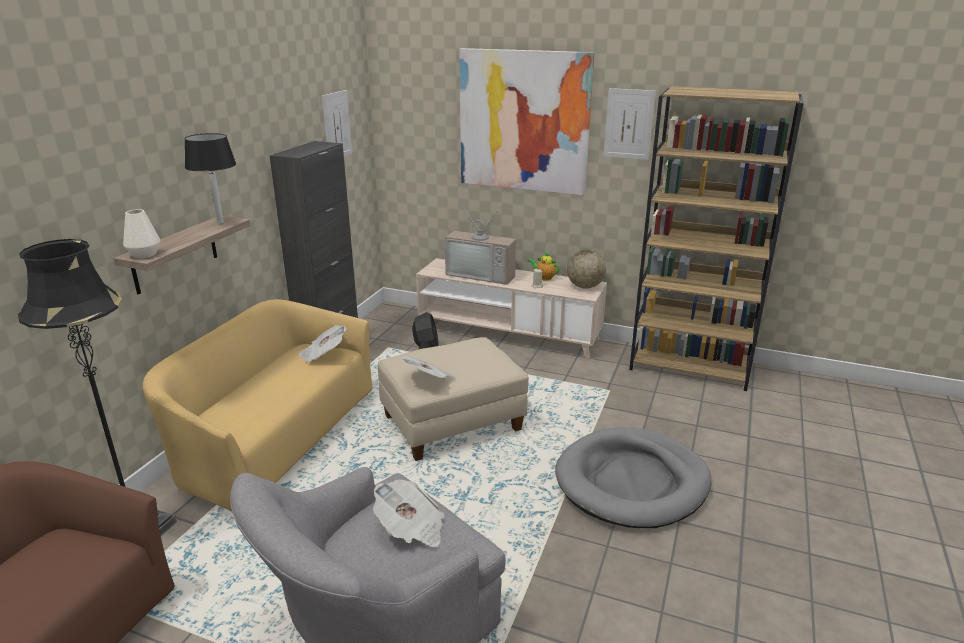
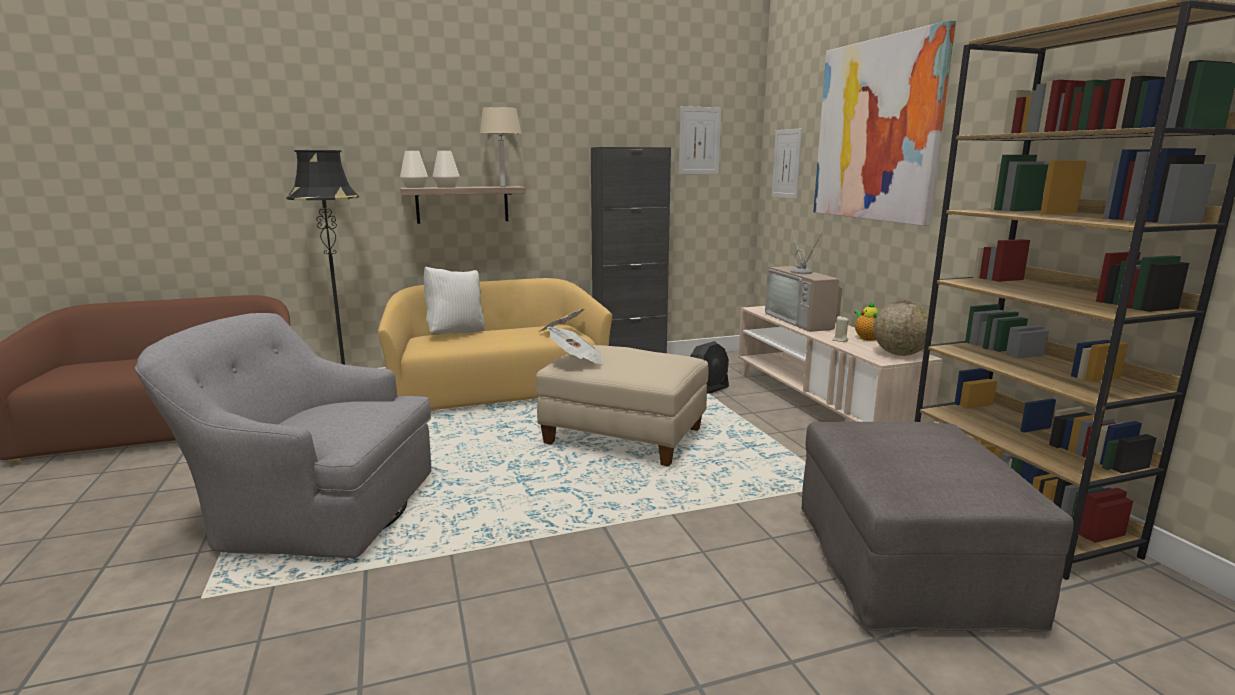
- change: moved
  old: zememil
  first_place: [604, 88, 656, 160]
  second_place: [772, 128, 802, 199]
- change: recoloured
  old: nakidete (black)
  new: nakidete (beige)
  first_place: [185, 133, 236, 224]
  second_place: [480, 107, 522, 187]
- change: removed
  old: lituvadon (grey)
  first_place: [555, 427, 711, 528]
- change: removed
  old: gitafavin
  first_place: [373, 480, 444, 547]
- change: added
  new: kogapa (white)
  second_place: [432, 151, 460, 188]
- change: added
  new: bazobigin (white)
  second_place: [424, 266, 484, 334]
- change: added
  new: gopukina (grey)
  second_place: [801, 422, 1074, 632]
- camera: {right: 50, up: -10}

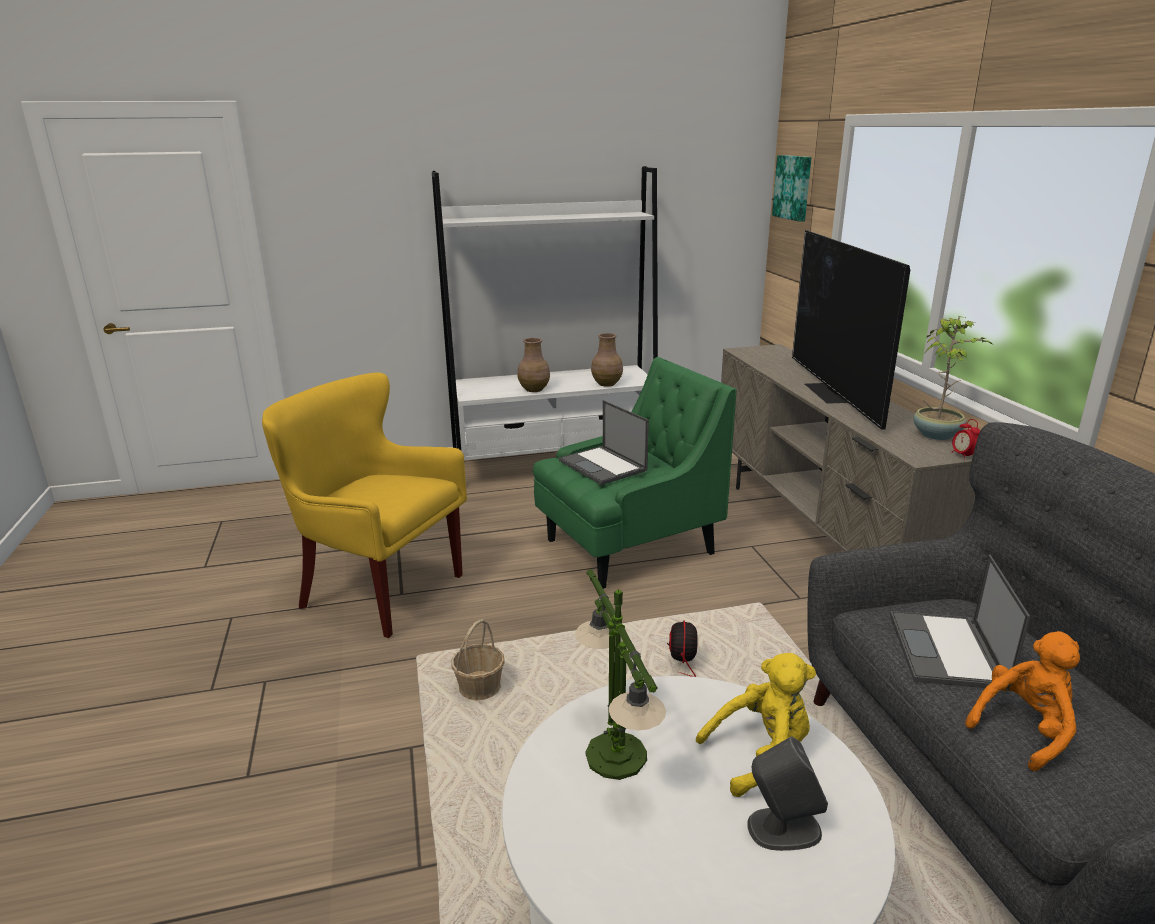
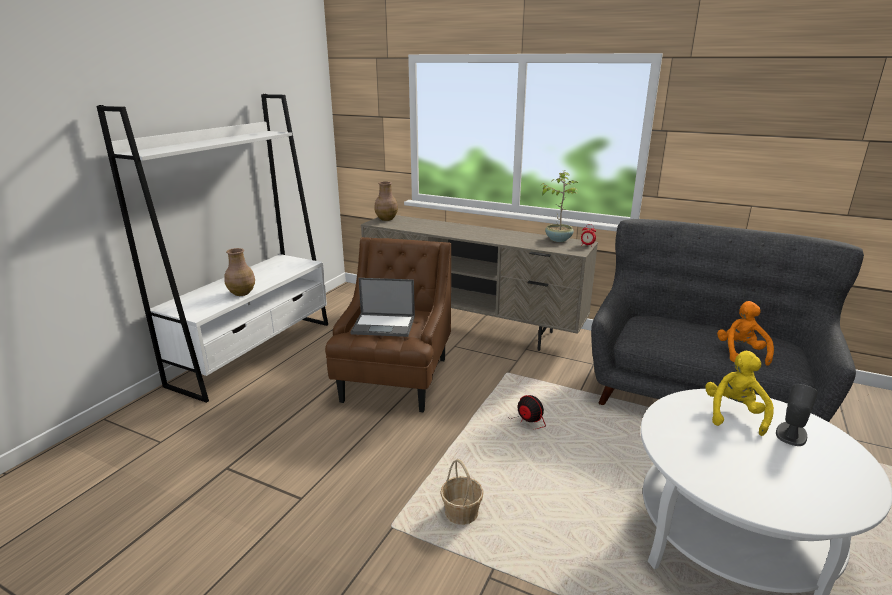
- change: removed
  old: zememil
  first_place: [772, 155, 811, 222]
- change: removed
  old: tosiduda
  first_place: [792, 230, 910, 430]
- change: moved
  old: kogapa (brown)
  first_place: [591, 333, 623, 387]
  second_place: [374, 181, 398, 221]
- change: recoloured
  old: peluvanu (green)
  new: peluvanu (brown)
  first_place: [533, 357, 737, 589]
  second_place: [325, 237, 451, 412]
- change: removed
  old: peluvanu (yellow)
  first_place: [262, 373, 467, 638]
- change: removed
  old: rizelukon
  first_place: [890, 554, 1030, 688]
- change: removed
  old: nakidete
  first_place: [575, 569, 666, 780]
- camera: {right: -50, up: 0}

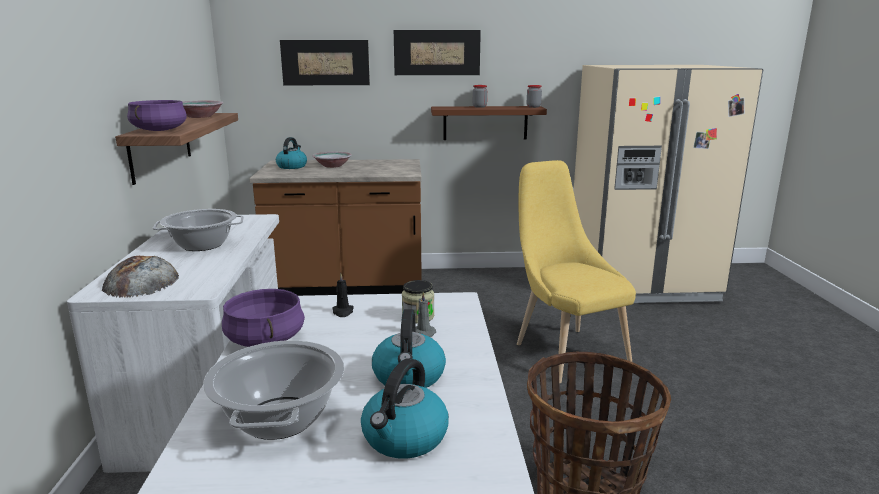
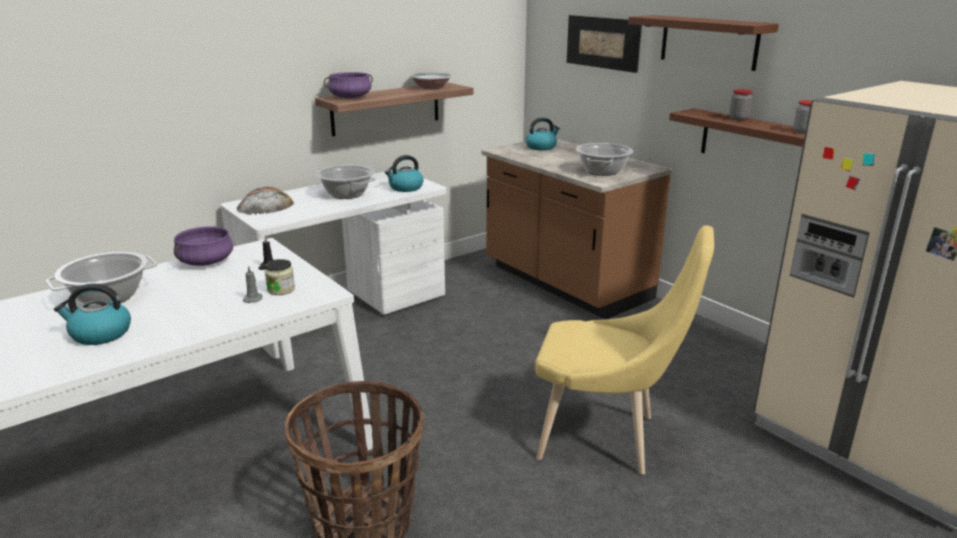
- change: replaced
  old: zememil
  new: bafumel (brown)
  first_place: [394, 30, 481, 75]
  second_place: [628, 15, 779, 71]
- change: removed
  old: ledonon
  first_place: [312, 152, 352, 168]
- change: turned
  old: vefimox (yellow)
  first_place: [517, 160, 636, 383]
  second_place: [535, 225, 714, 475]
  degrees: 75
- change: moved
  old: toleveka
  first_place: [372, 309, 446, 388]
  second_place: [385, 155, 424, 192]
- change: added
  new: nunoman
  second_place: [575, 143, 633, 176]
- camera: {right: 55, up: 5}

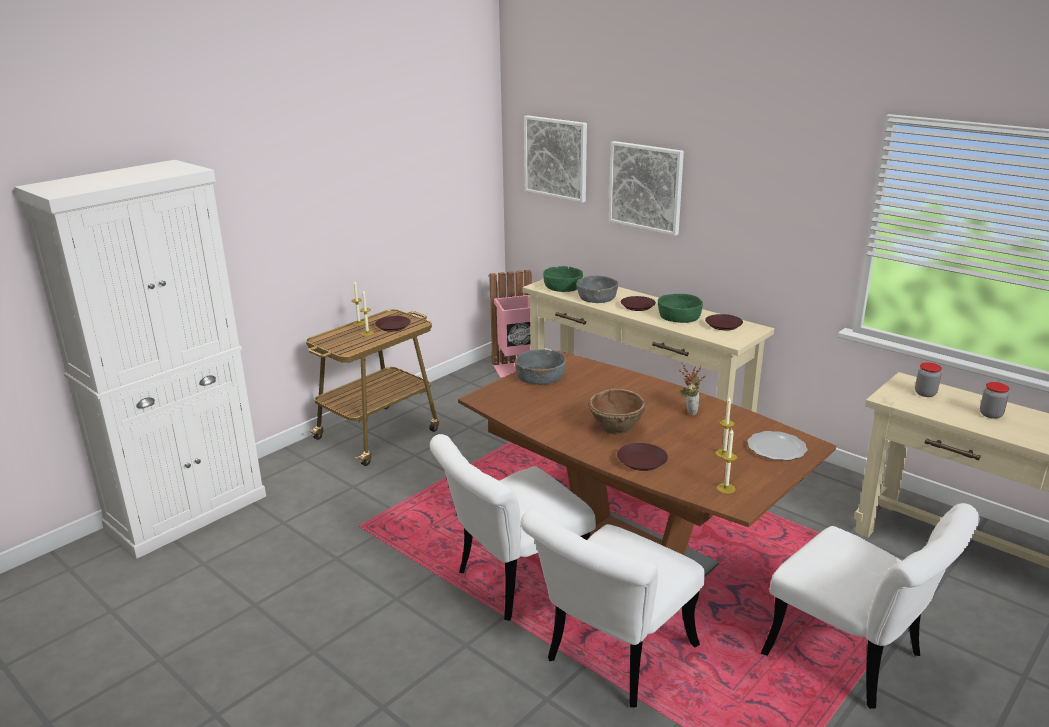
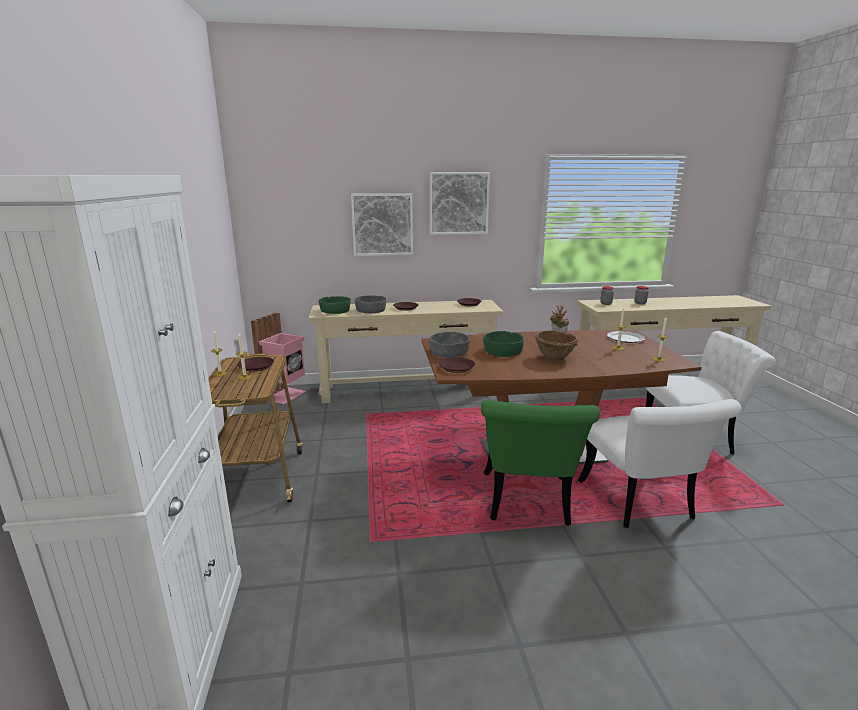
- change: moved
  old: zememil
  first_place: [524, 115, 587, 203]
  second_place: [430, 172, 490, 235]
- change: moved
  old: ledonon (green)
  first_place: [658, 294, 703, 323]
  second_place: [483, 331, 524, 357]
- change: recoloured
  old: vefimox (white)
  new: vefimox (green)
  first_place: [430, 434, 596, 621]
  second_place: [481, 400, 600, 526]
- change: moved
  old: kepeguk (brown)
  first_place: [617, 443, 668, 471]
  second_place: [439, 357, 475, 373]
- camera: {right: -50, up: -5}

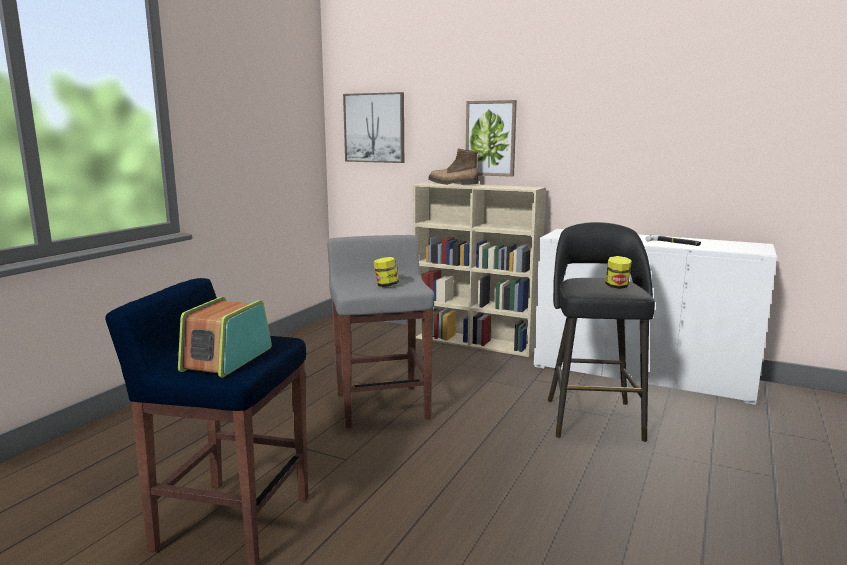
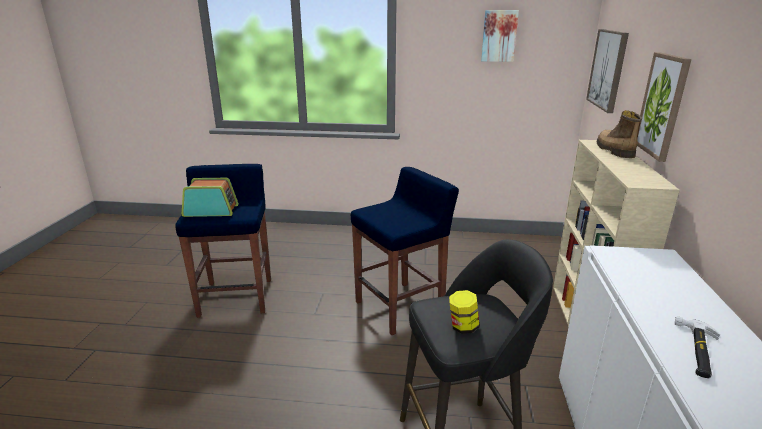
- change: recoloured
  old: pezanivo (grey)
  new: pezanivo (blue)
  first_place: [327, 235, 434, 428]
  second_place: [351, 167, 459, 335]
- change: removed
  old: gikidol
  first_place: [373, 257, 399, 287]
- change: added
  new: zememil
  second_place: [481, 10, 519, 62]
- camera: {right: 70, up: 10}

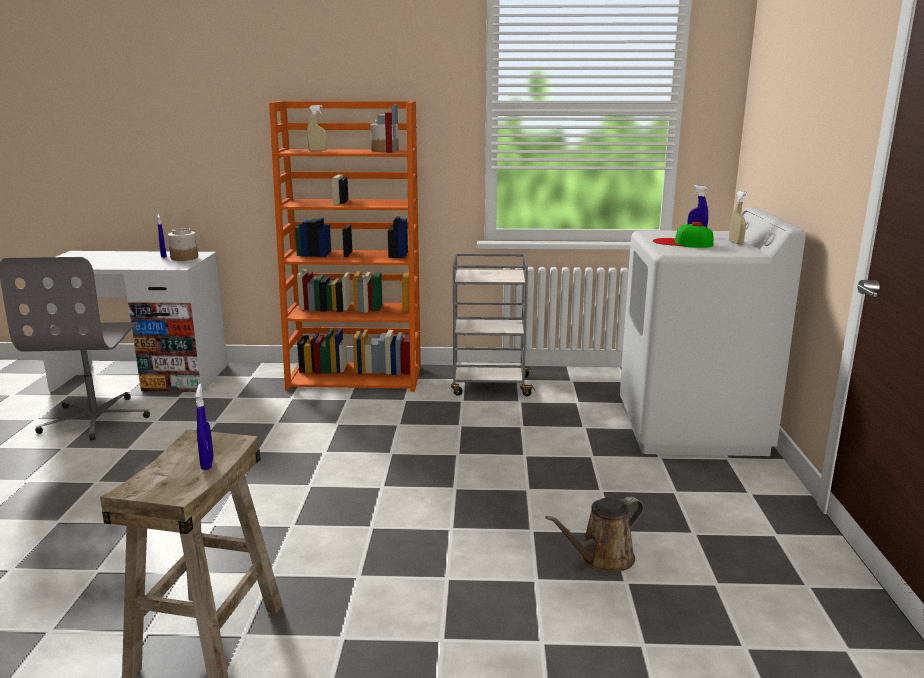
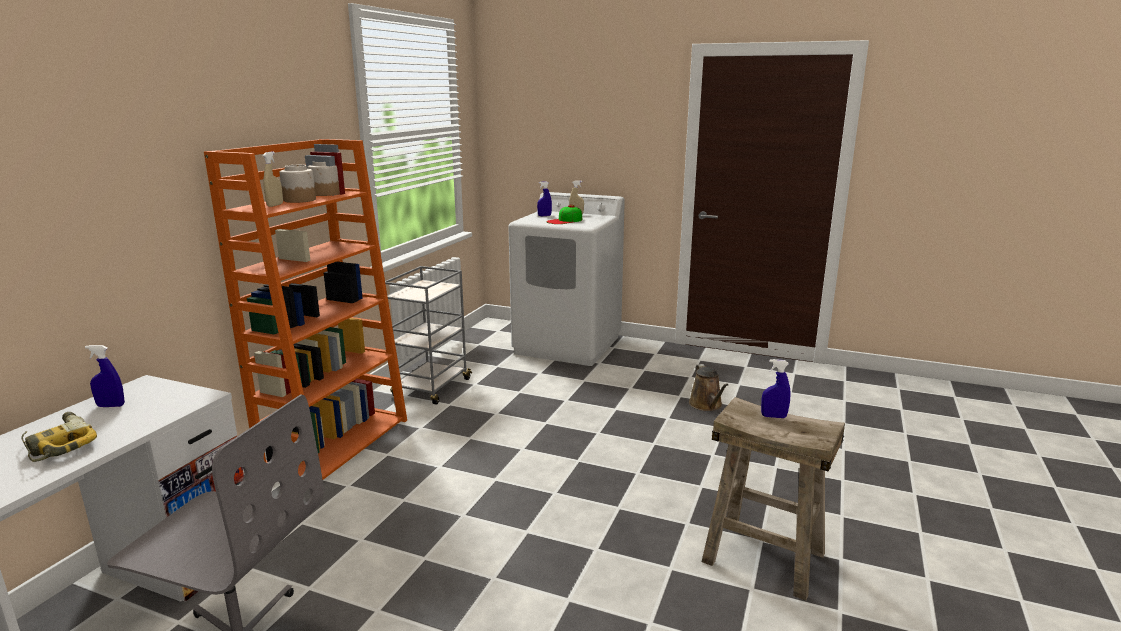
- change: moved
  old: gikidol
  first_place: [168, 228, 198, 261]
  second_place: [279, 165, 316, 203]
- change: added
  new: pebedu
  second_place: [21, 412, 97, 462]
- camera: {right: -70, up: 0}

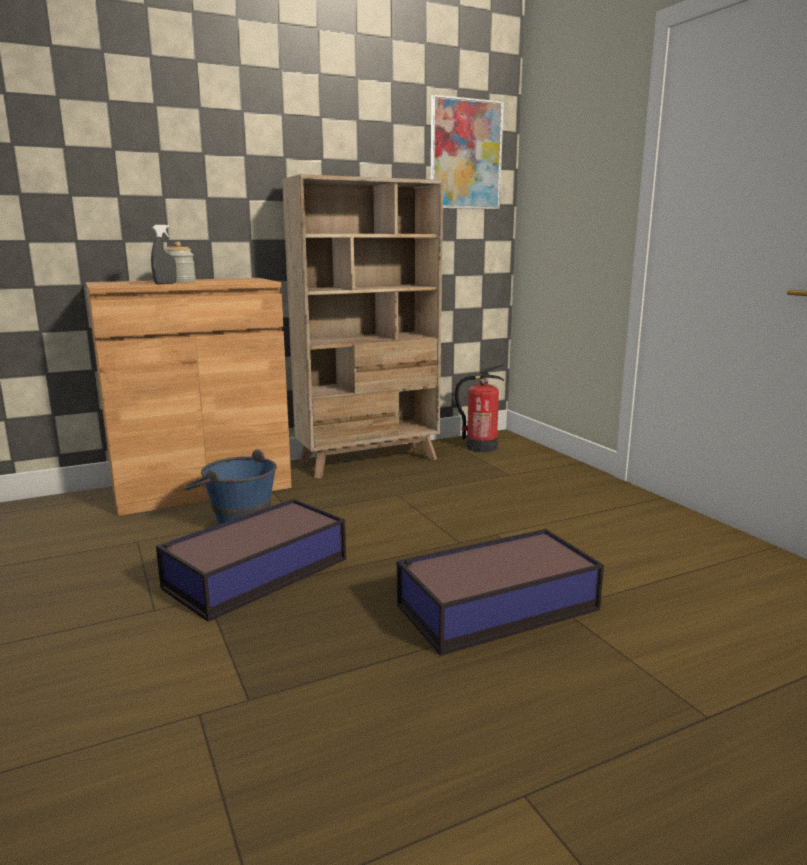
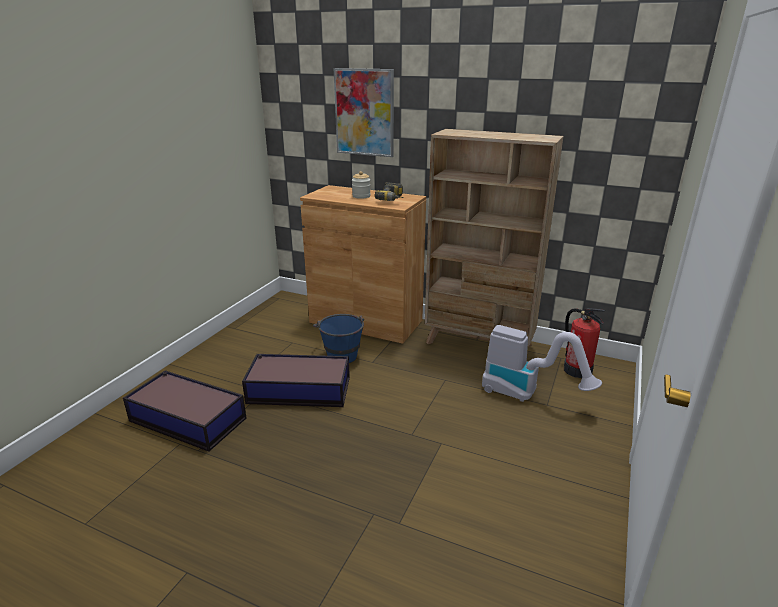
- change: moved
  old: zememil
  first_place: [431, 95, 504, 209]
  second_place: [334, 68, 394, 157]
- change: removed
  old: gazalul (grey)
  first_place: [151, 225, 176, 284]
- change: moved
  old: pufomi
  first_place: [397, 529, 604, 656]
  second_place: [123, 370, 246, 452]
- change: added
  new: pebedu
  second_place: [374, 182, 404, 201]
- change: added
  new: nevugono
  second_place: [482, 325, 602, 402]
- camera: {right: 50, up: 10}

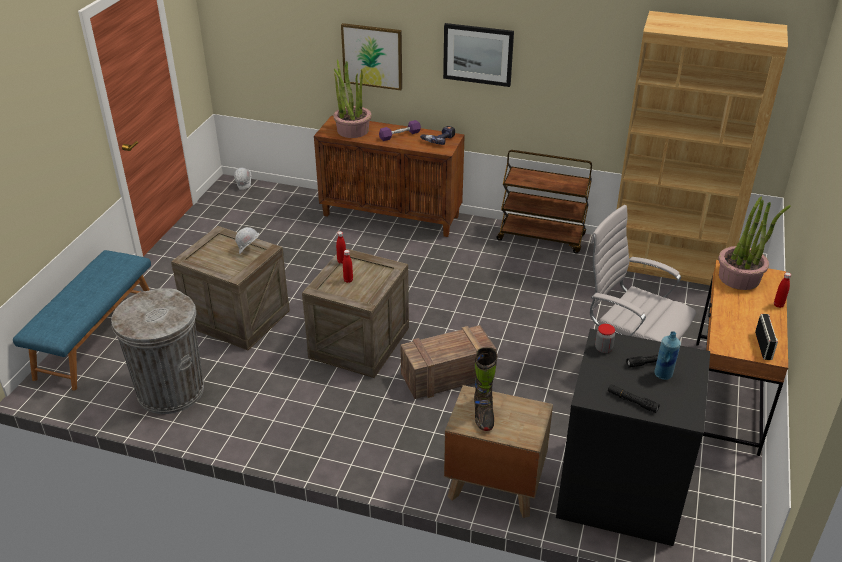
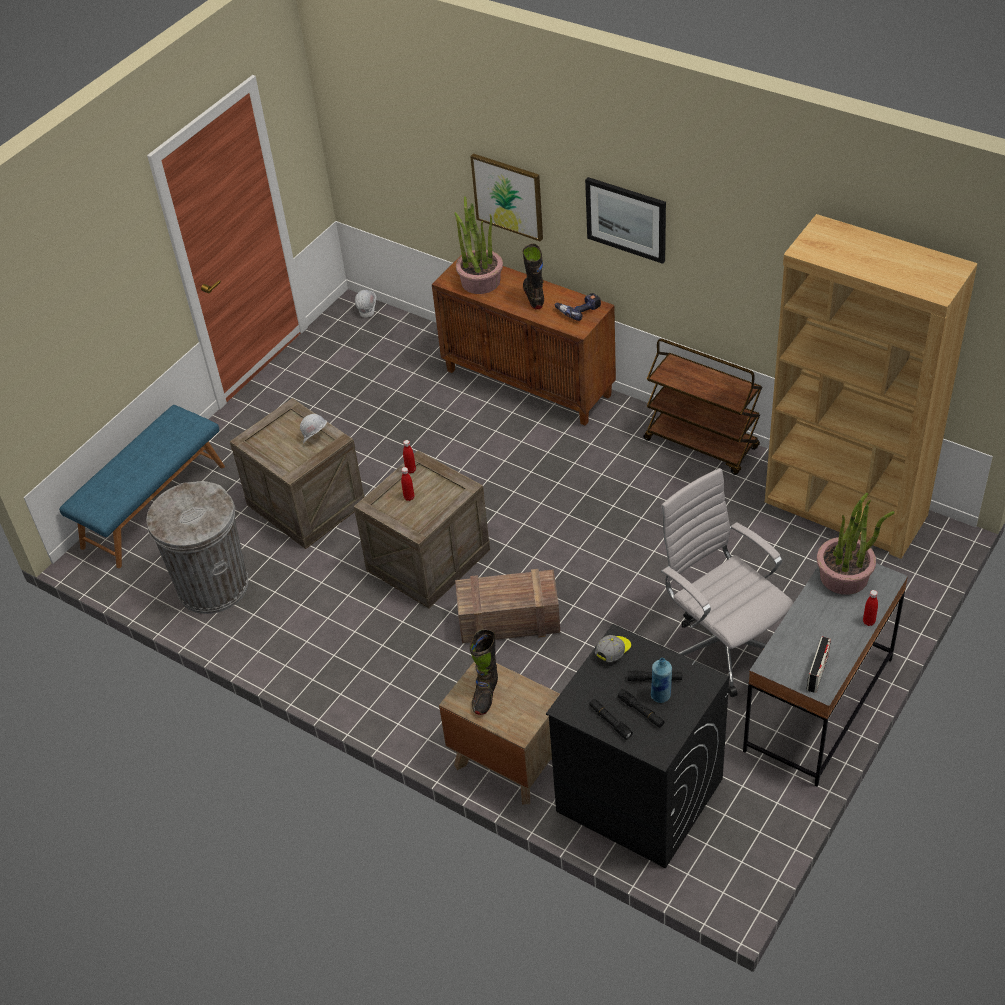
- change: replaced
  old: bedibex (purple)
  new: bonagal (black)
  first_place: [379, 120, 421, 141]
  second_place: [522, 244, 544, 309]
- change: recoloured
  old: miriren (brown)
  new: miriren (grey)
  first_place: [696, 260, 788, 456]
  second_place: [743, 563, 908, 786]
- change: replaced
  old: gikidol
  new: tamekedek
  first_place: [595, 324, 615, 353]
  second_place: [595, 635, 631, 662]
- change: added
  new: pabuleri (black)
  second_place: [618, 689, 664, 728]
- camera: {right: 20, up: 10}

